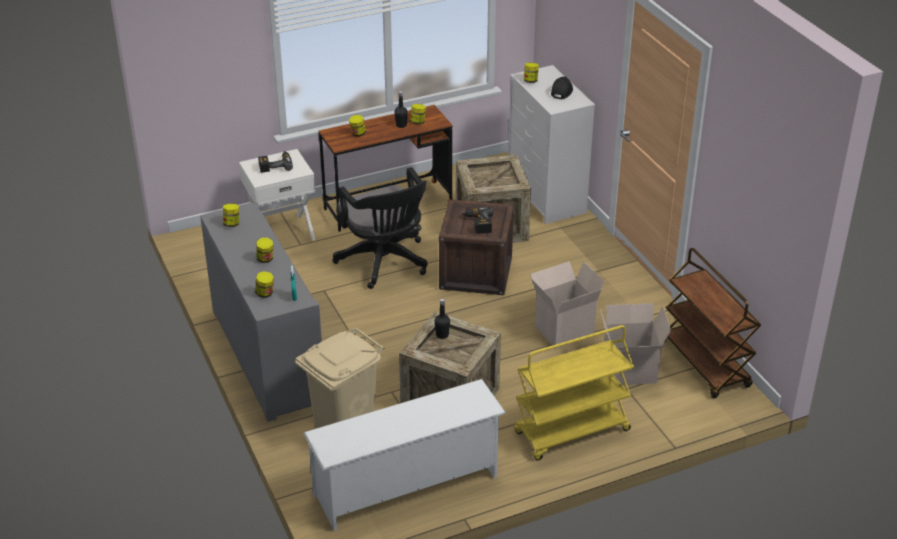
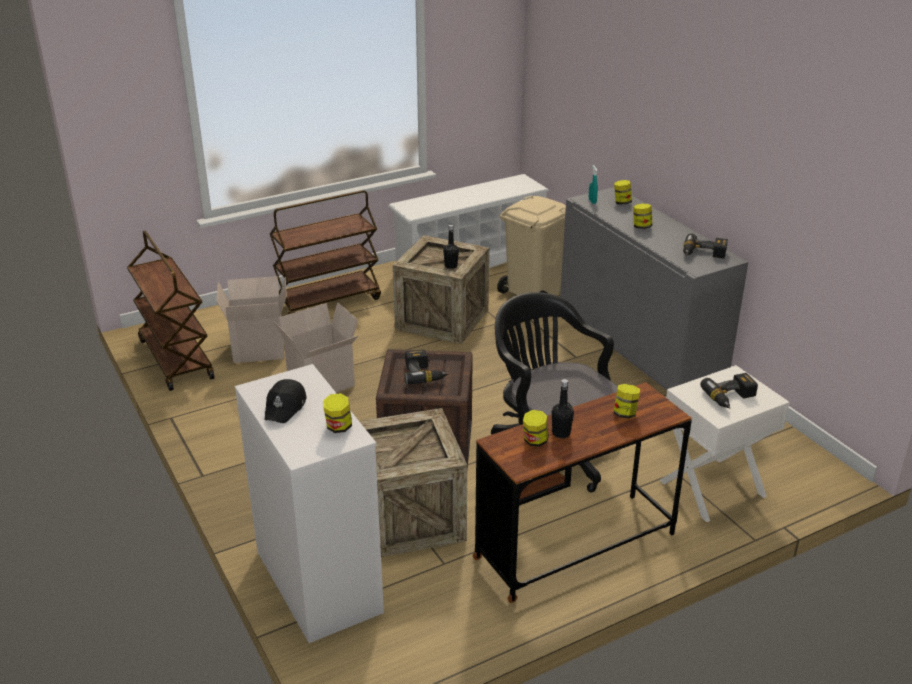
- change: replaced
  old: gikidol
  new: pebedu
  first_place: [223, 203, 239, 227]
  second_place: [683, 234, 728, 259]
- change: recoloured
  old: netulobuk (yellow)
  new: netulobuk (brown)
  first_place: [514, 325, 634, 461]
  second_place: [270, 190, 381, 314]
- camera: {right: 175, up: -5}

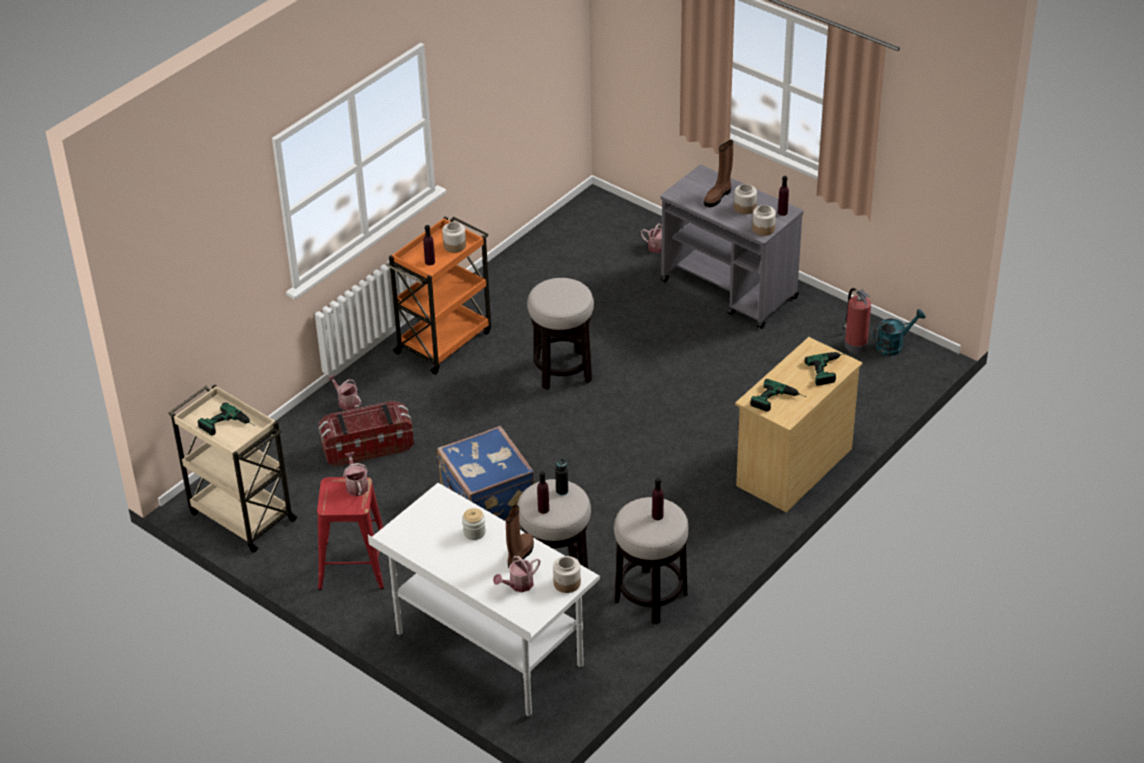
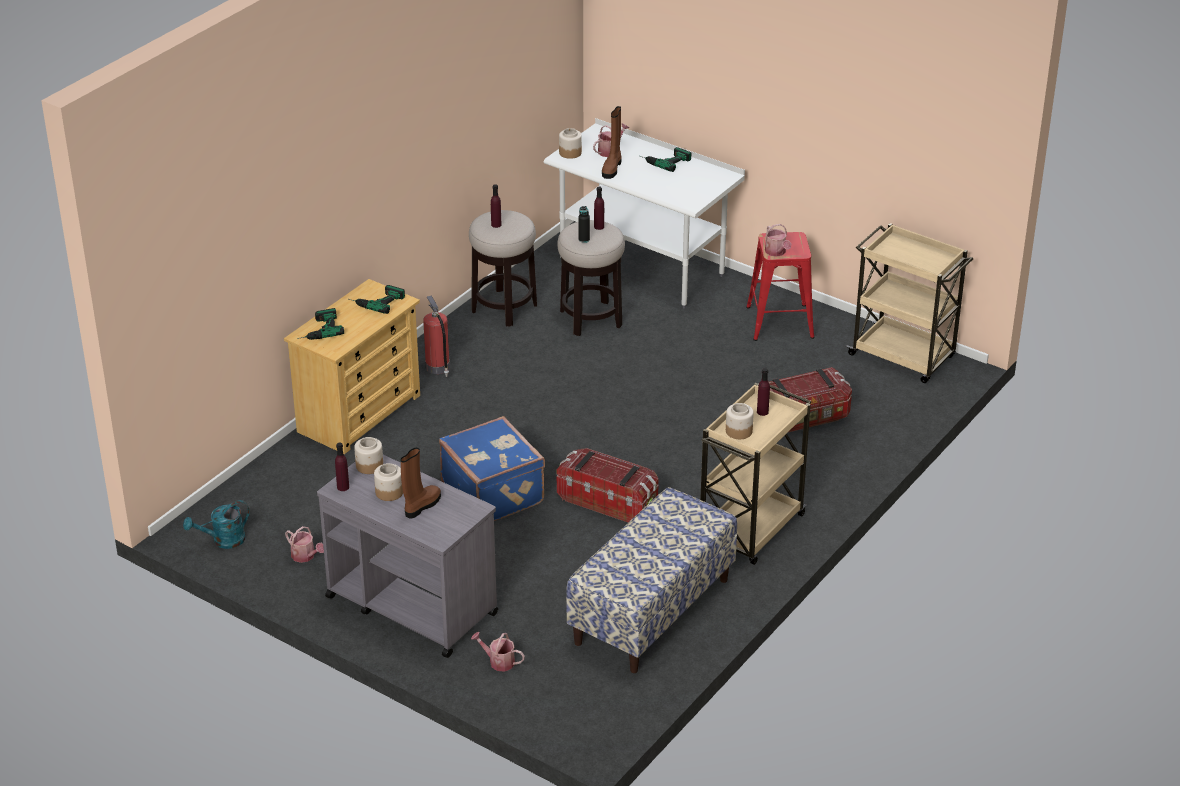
- change: recoloured
  old: netulobuk (orange)
  new: netulobuk (beige)
  first_place: [386, 217, 491, 375]
  second_place: [700, 383, 811, 565]
- change: replaced
  old: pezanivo
  new: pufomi
  first_place: [527, 278, 594, 390]
  second_place: [556, 448, 659, 523]
- change: moved
  old: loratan
  first_place: [844, 288, 871, 353]
  second_place: [423, 296, 450, 377]
- change: moved
  old: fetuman
  first_place: [327, 374, 362, 410]
  second_place: [285, 526, 324, 563]
- change: moved
  old: pebedu
  first_place: [198, 402, 255, 435]
  second_place: [640, 147, 691, 172]
- change: moved
  old: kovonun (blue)
  first_place: [437, 426, 534, 521]
  second_place: [439, 416, 545, 521]
- change: removed
  old: gikidol
  first_place: [462, 508, 486, 540]
- change: added
  new: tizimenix
  second_place: [566, 487, 737, 673]
- camera: {right: 175, up: -5}

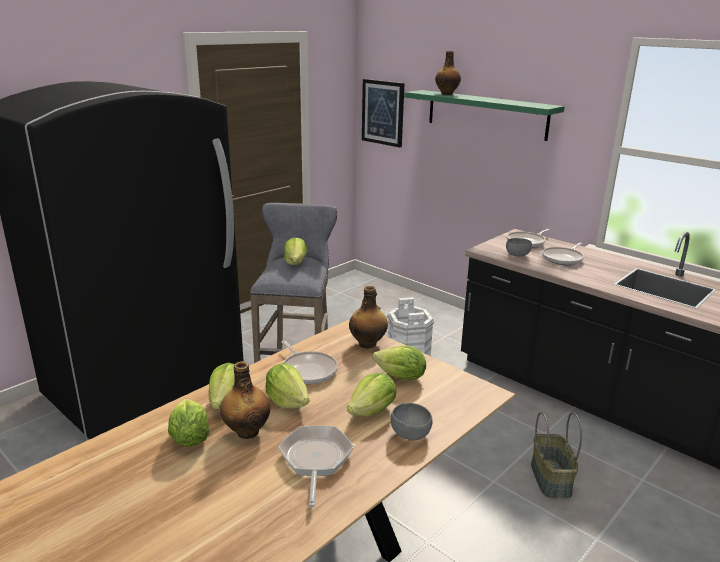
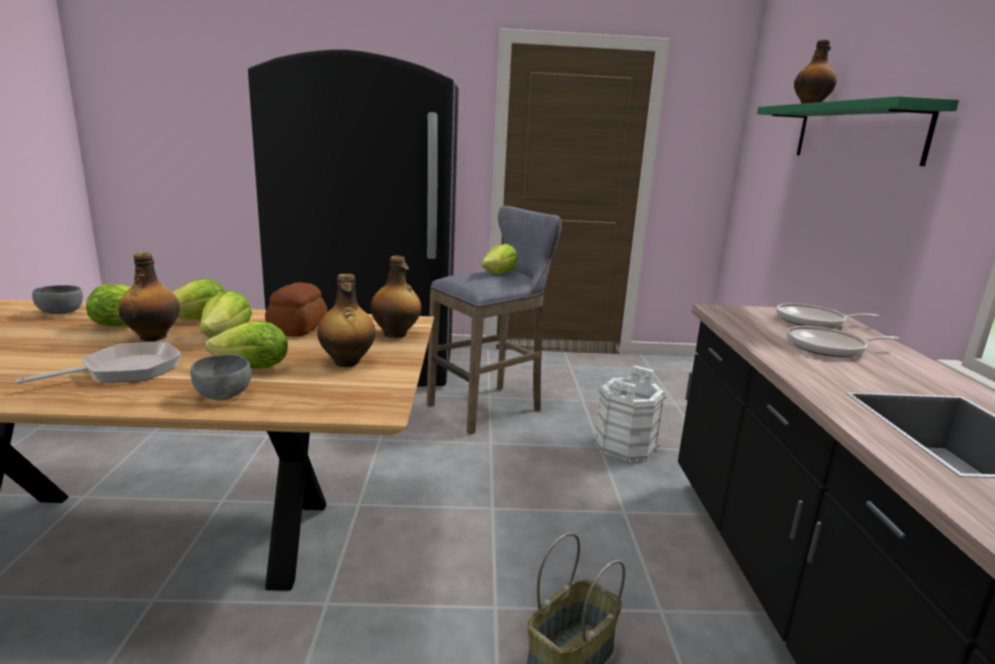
- change: removed
  old: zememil
  first_place: [362, 79, 405, 147]
- change: moved
  old: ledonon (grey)
  first_place: [506, 238, 532, 257]
  second_place: [32, 285, 83, 314]
- change: replaced
  old: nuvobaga
  new: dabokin
  first_place: [281, 340, 338, 385]
  second_place: [265, 282, 327, 336]
- change: replaced
  old: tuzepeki
  new: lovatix
  first_place: [373, 345, 426, 380]
  second_place: [317, 274, 376, 367]
- camera: {right: 45, up: -5}

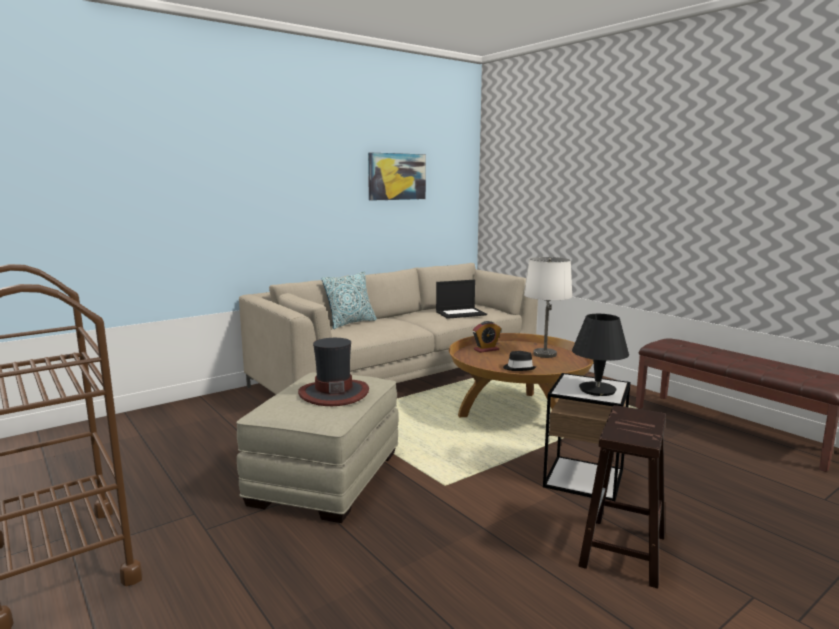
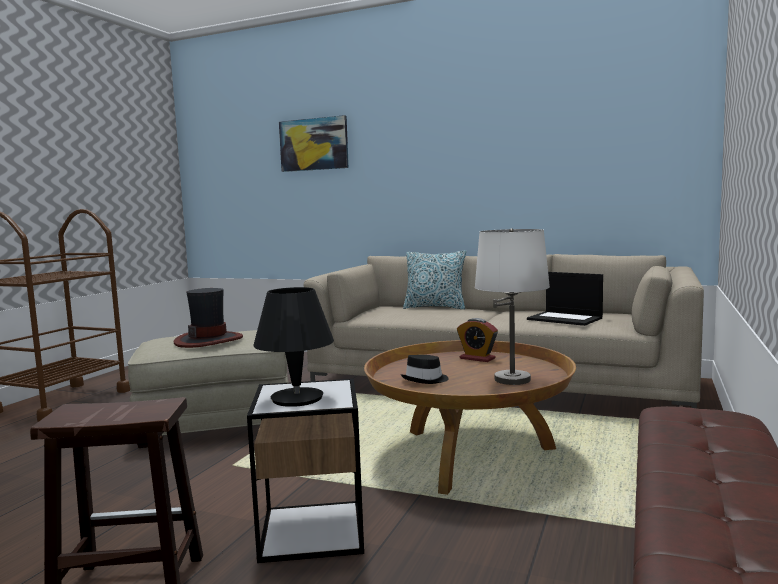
- change: moved
  old: zememil
  first_place: [368, 153, 426, 201]
  second_place: [279, 115, 349, 172]
- camera: {right: 60, up: -5}

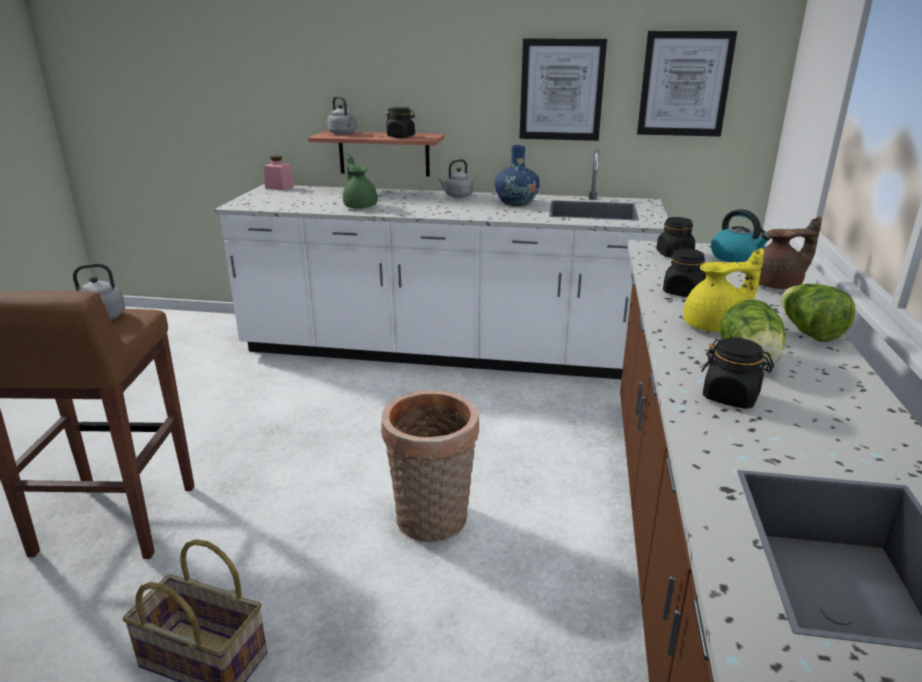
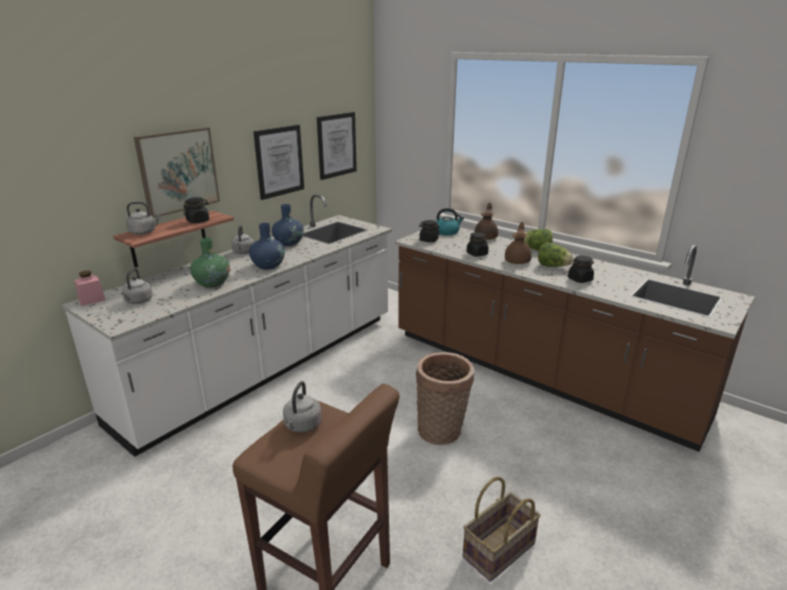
- change: replaced
  old: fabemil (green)
  new: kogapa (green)
  first_place: [343, 155, 378, 209]
  second_place: [190, 237, 230, 288]
- change: recoloured
  old: fabemil (yellow)
  new: fabemil (brown)
  first_place: [683, 248, 764, 332]
  second_place: [505, 222, 532, 264]
- change: added
  new: zememil
  second_place: [134, 127, 220, 218]
- change: added
  new: kogapa (blue)
  second_place: [249, 223, 285, 270]
- change: added
  new: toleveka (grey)
  second_place: [121, 268, 153, 304]
- camera: {right: -60, up: 0}

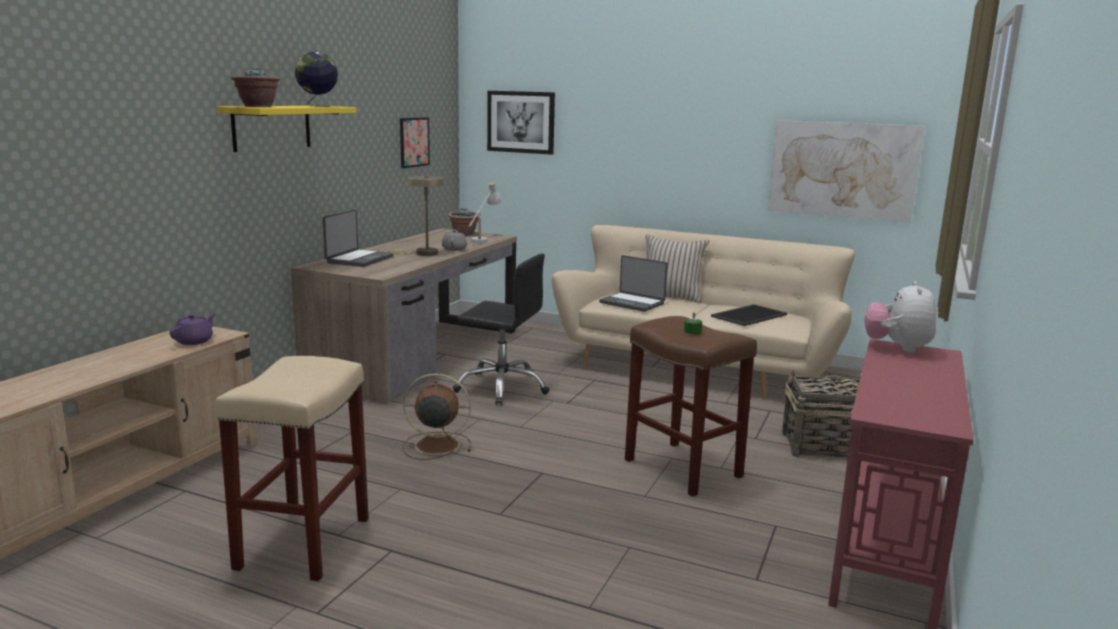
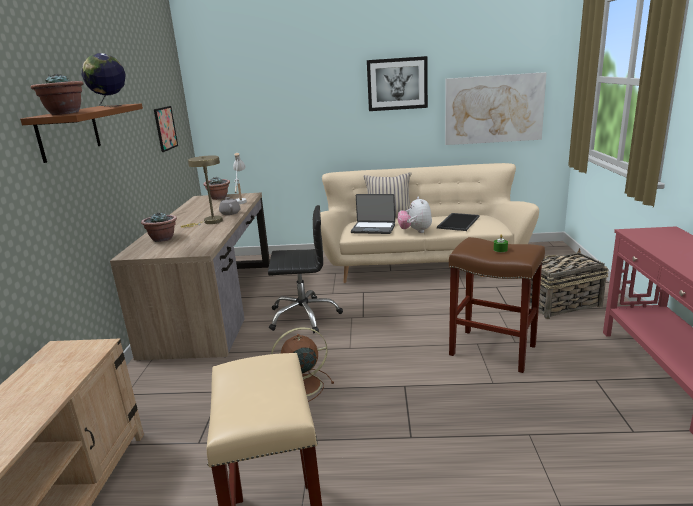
- change: moved
  old: zememil
  first_place: [487, 91, 555, 155]
  second_place: [367, 56, 428, 111]
- change: recoloured
  old: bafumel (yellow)
  new: bafumel (brown)
  first_place: [217, 106, 357, 152]
  second_place: [20, 103, 143, 163]
- change: replaced
  old: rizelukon
  new: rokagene
  first_place: [323, 209, 393, 267]
  second_place: [141, 212, 177, 242]
- change: moved
  old: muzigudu
  first_place: [864, 281, 936, 353]
  second_place: [397, 197, 432, 233]
- change: removed
  old: fabemil (purple)
  first_place: [169, 313, 216, 345]
- camera: {right: -20, up: 5}

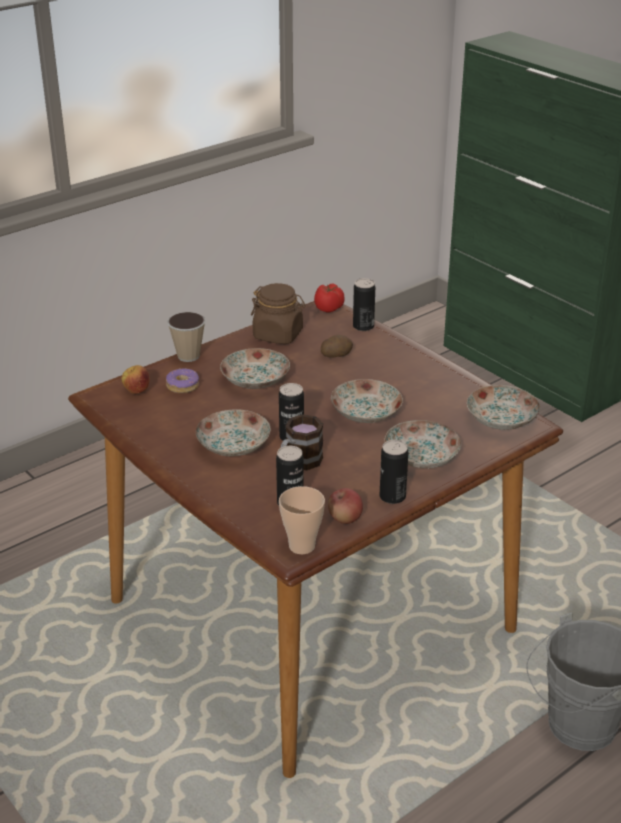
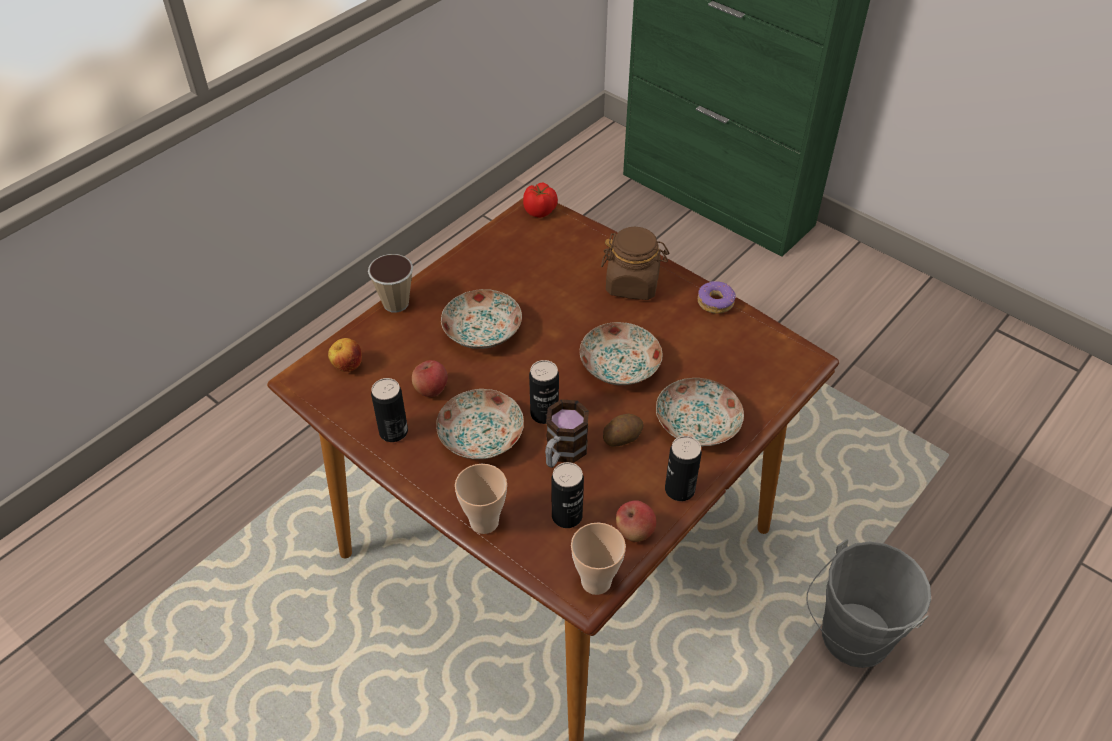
- change: moved
  old: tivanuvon
  first_place: [353, 278, 375, 331]
  second_place: [371, 378, 408, 442]
- change: moved
  old: gikidol (brown)
  first_place: [251, 283, 306, 344]
  second_place: [601, 227, 669, 300]
- change: moved
  old: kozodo
  first_place: [321, 335, 353, 358]
  second_place: [603, 414, 643, 446]
- change: moved
  old: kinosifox
  first_place: [166, 368, 199, 393]
  second_place: [698, 281, 736, 314]
- change: removed
  old: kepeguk
  first_place: [467, 385, 540, 430]
- change: added
  new: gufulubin
  second_place: [412, 360, 448, 397]
- change: added
  new: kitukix
  second_place: [455, 464, 507, 534]
- camera: {right: -10, up: 15}

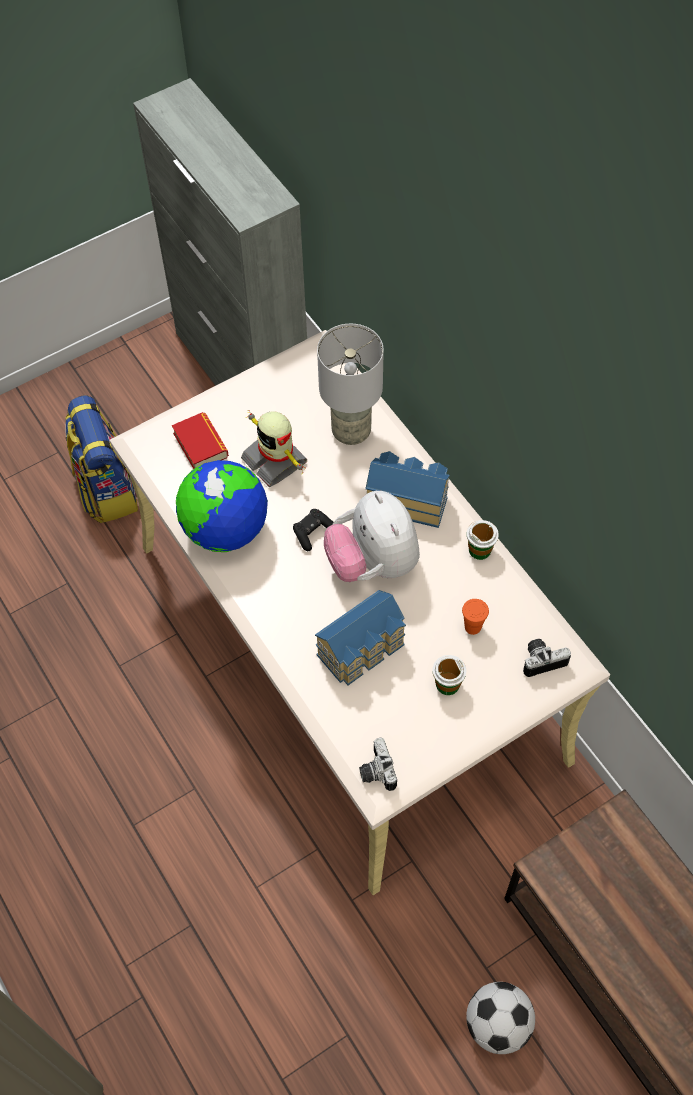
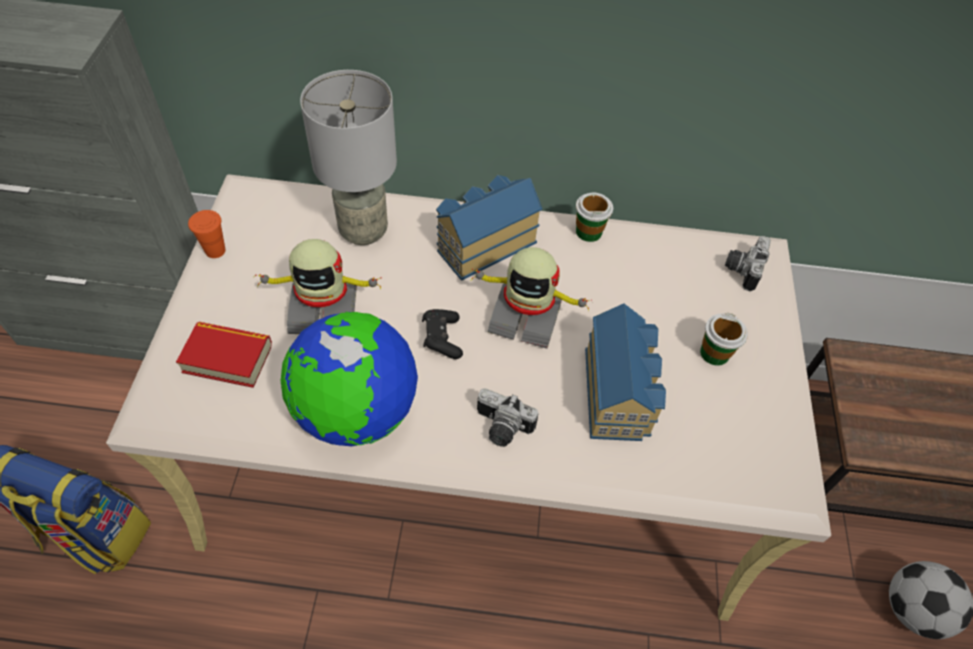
- change: replaced
  old: muzigudu
  new: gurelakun
  first_place: [324, 491, 420, 582]
  second_place: [471, 247, 592, 349]
- change: moved
  old: kitukix (orange)
  first_place: [462, 599, 489, 635]
  second_place: [188, 210, 225, 258]
- change: moved
  old: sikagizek
  first_place: [359, 737, 397, 791]
  second_place: [477, 388, 538, 447]
- camera: {right: -55, up: -5}

